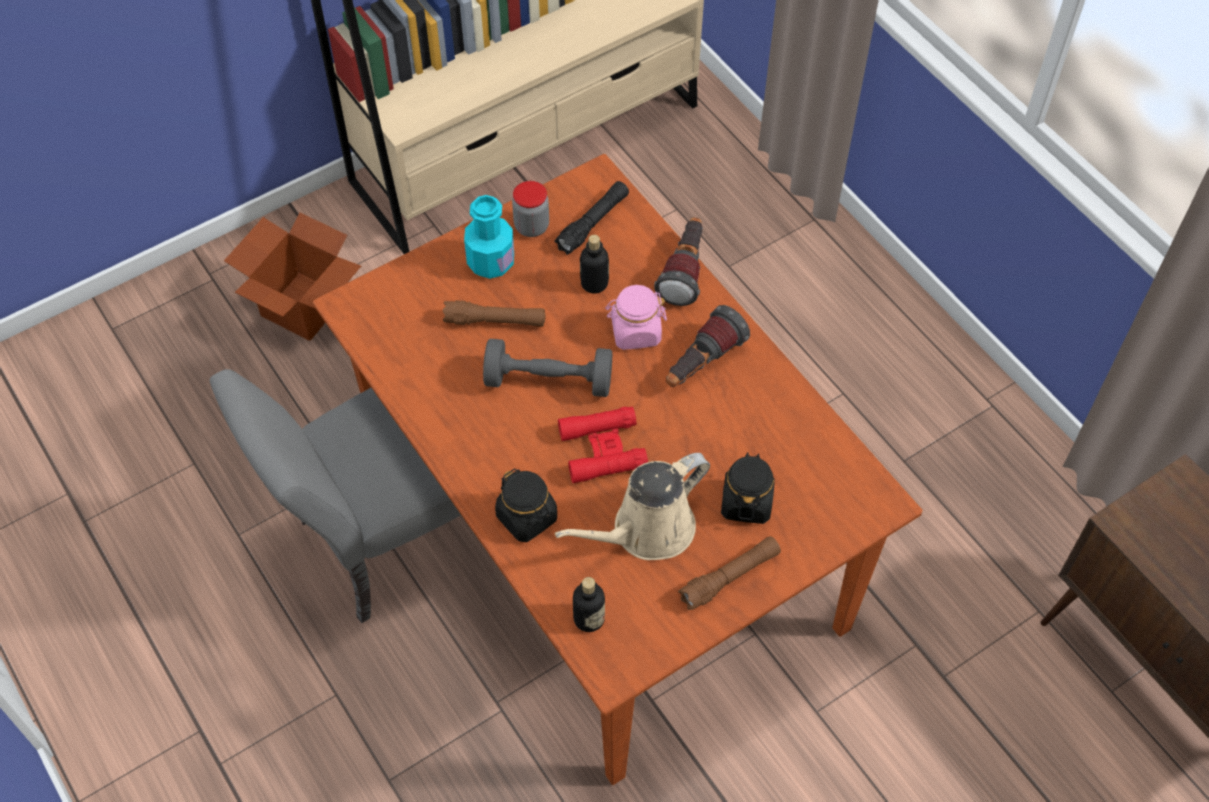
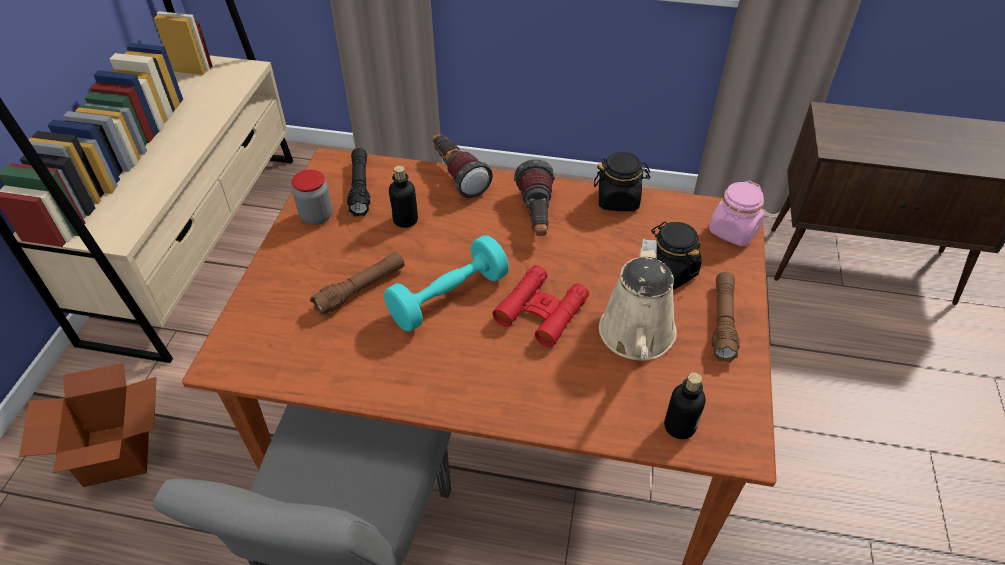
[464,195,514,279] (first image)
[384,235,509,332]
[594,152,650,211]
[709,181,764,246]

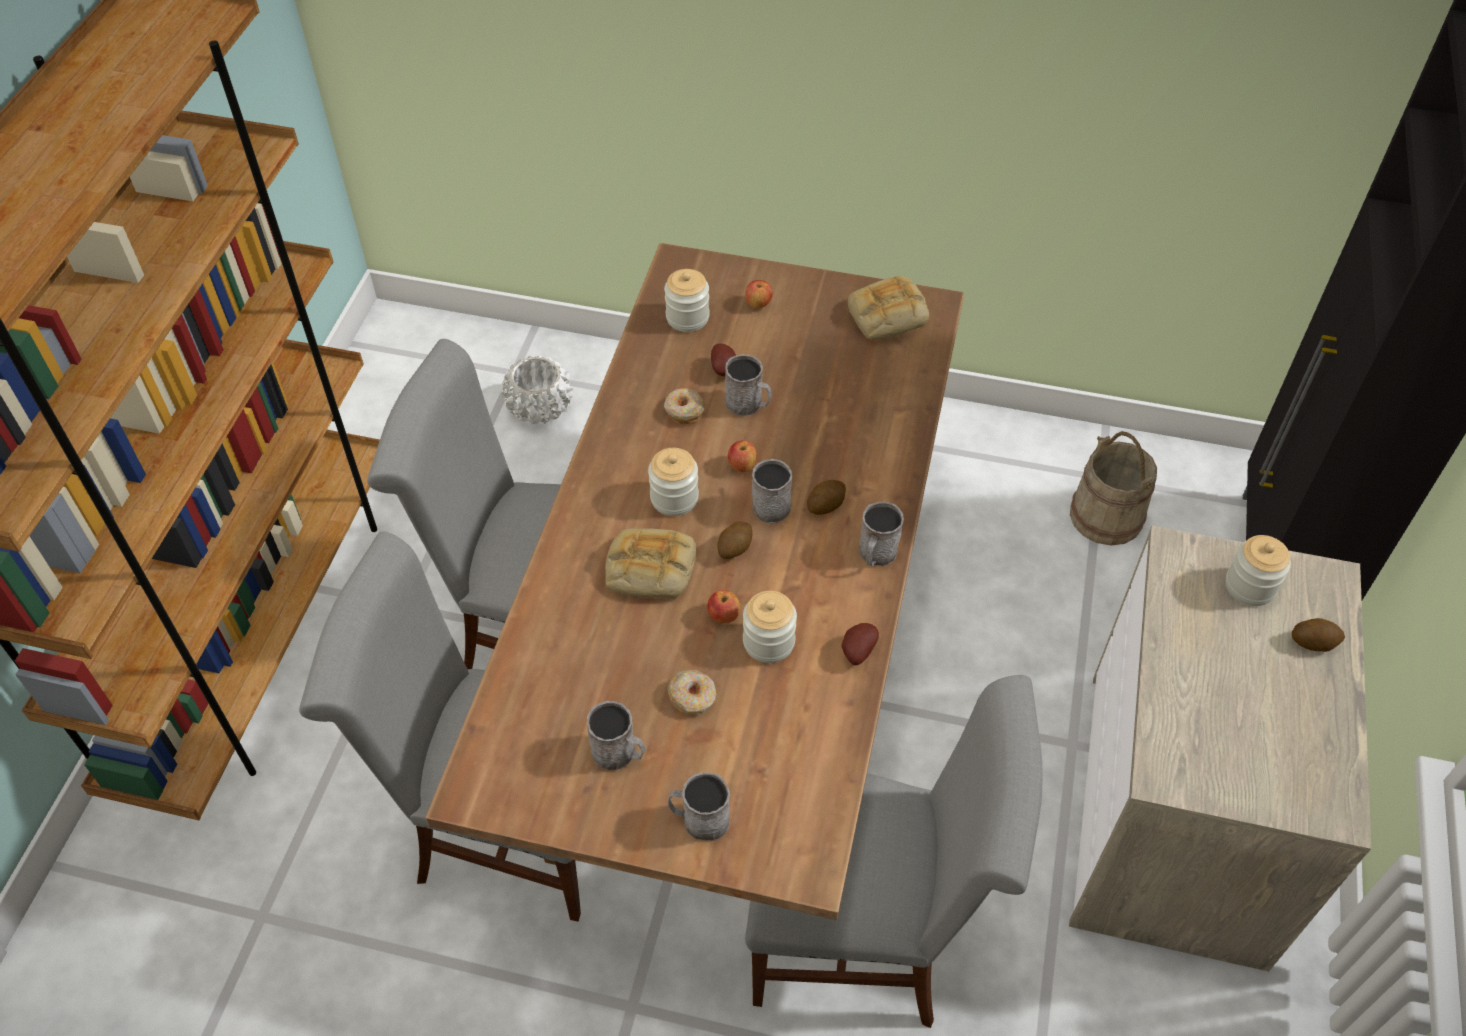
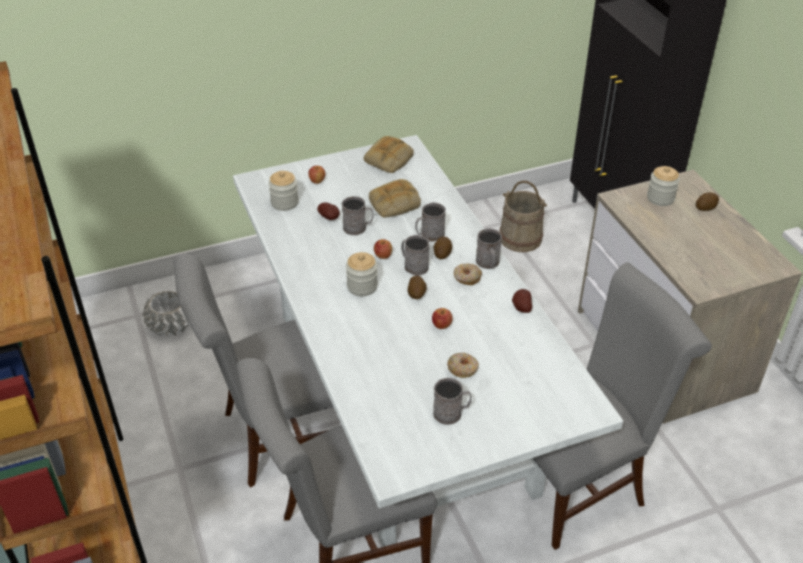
[233,135,623,547]
[369,179,421,218]
[454,264,482,285]
[415,202,446,242]
[743,591,797,663] (first image)

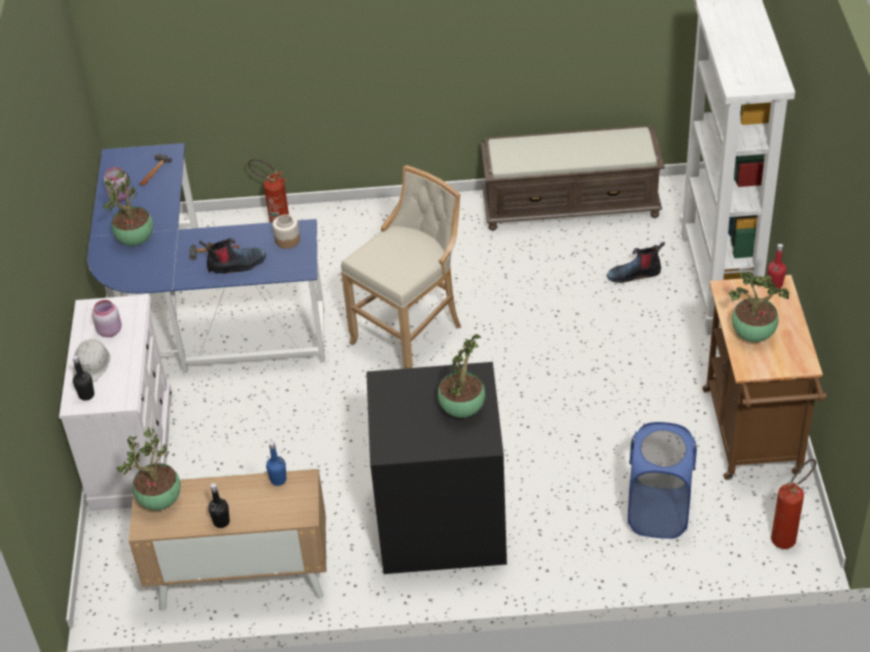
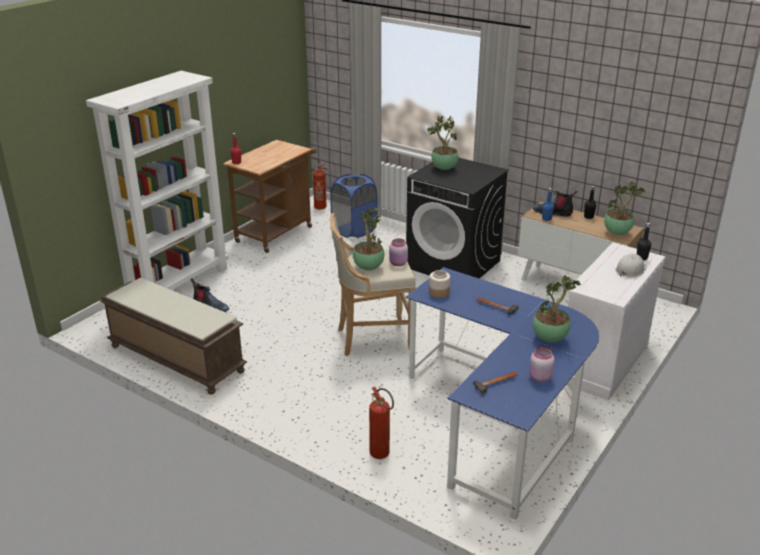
[389,238,408,266]
[533,191,578,217]
[353,208,384,270]

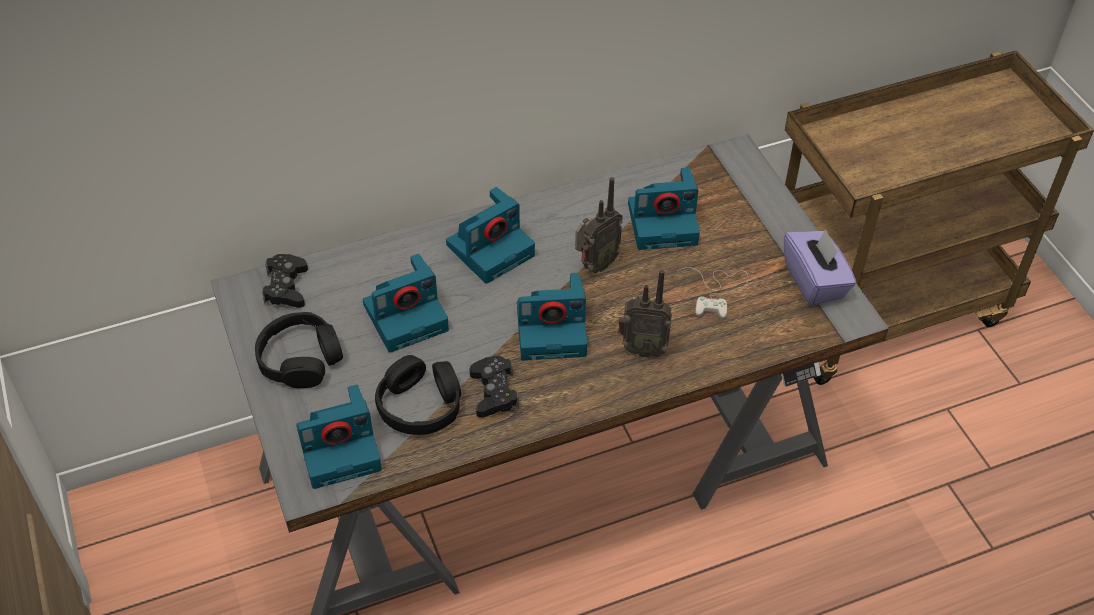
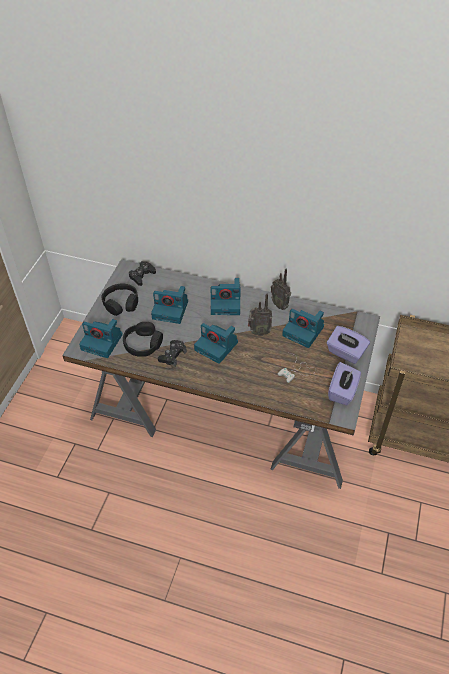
[271,269,291,310]
[327,326,370,364]

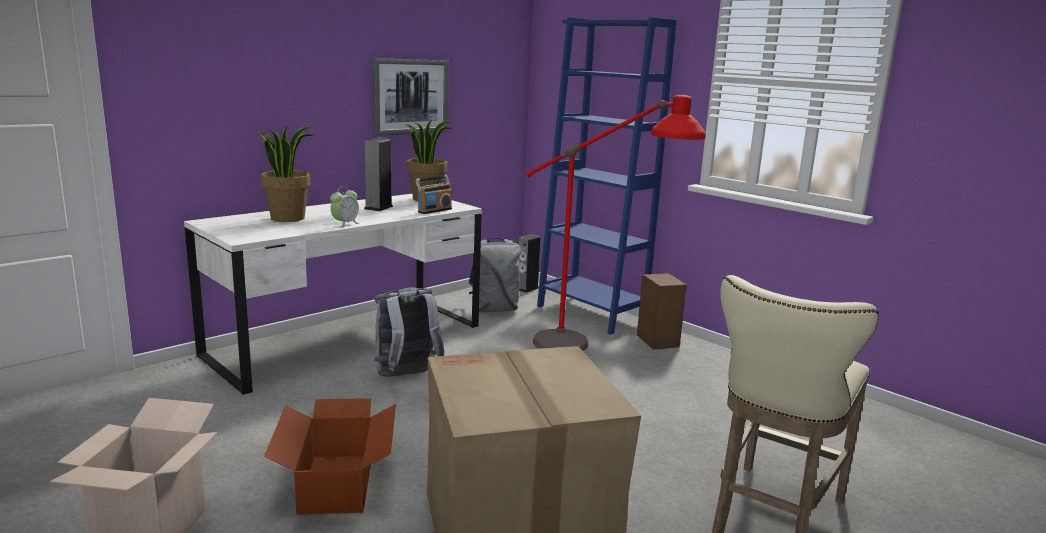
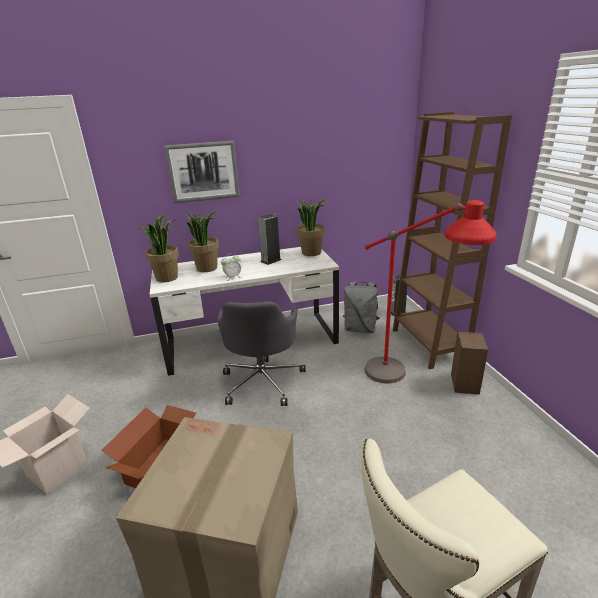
[164,141,240,203]
[217,301,306,406]
[415,175,452,214] (first image)
[393,112,512,369]
[138,214,179,282]

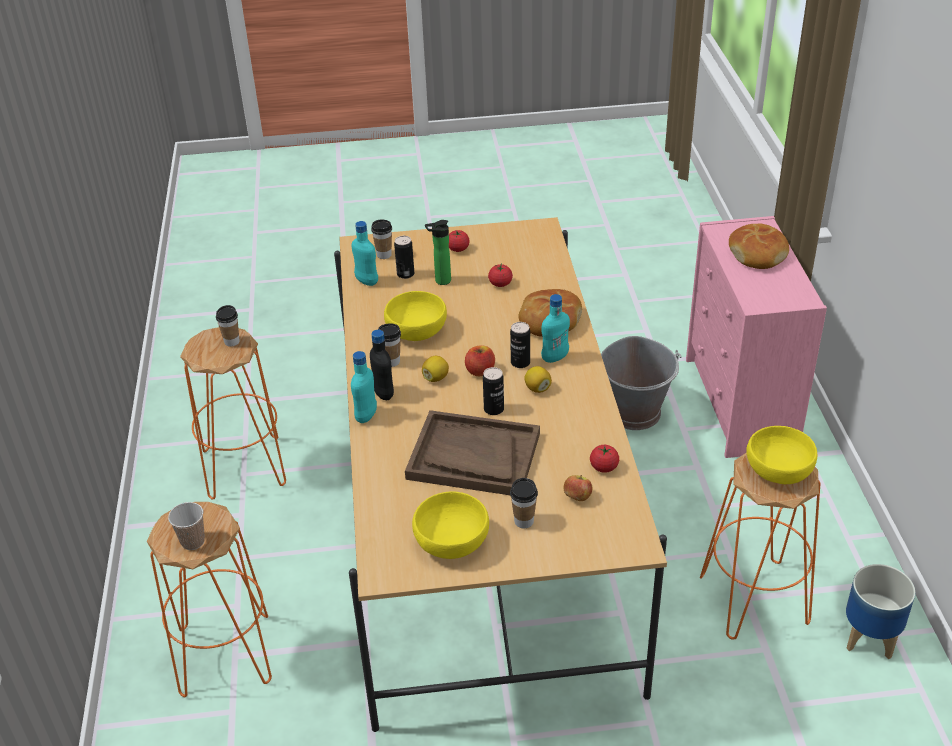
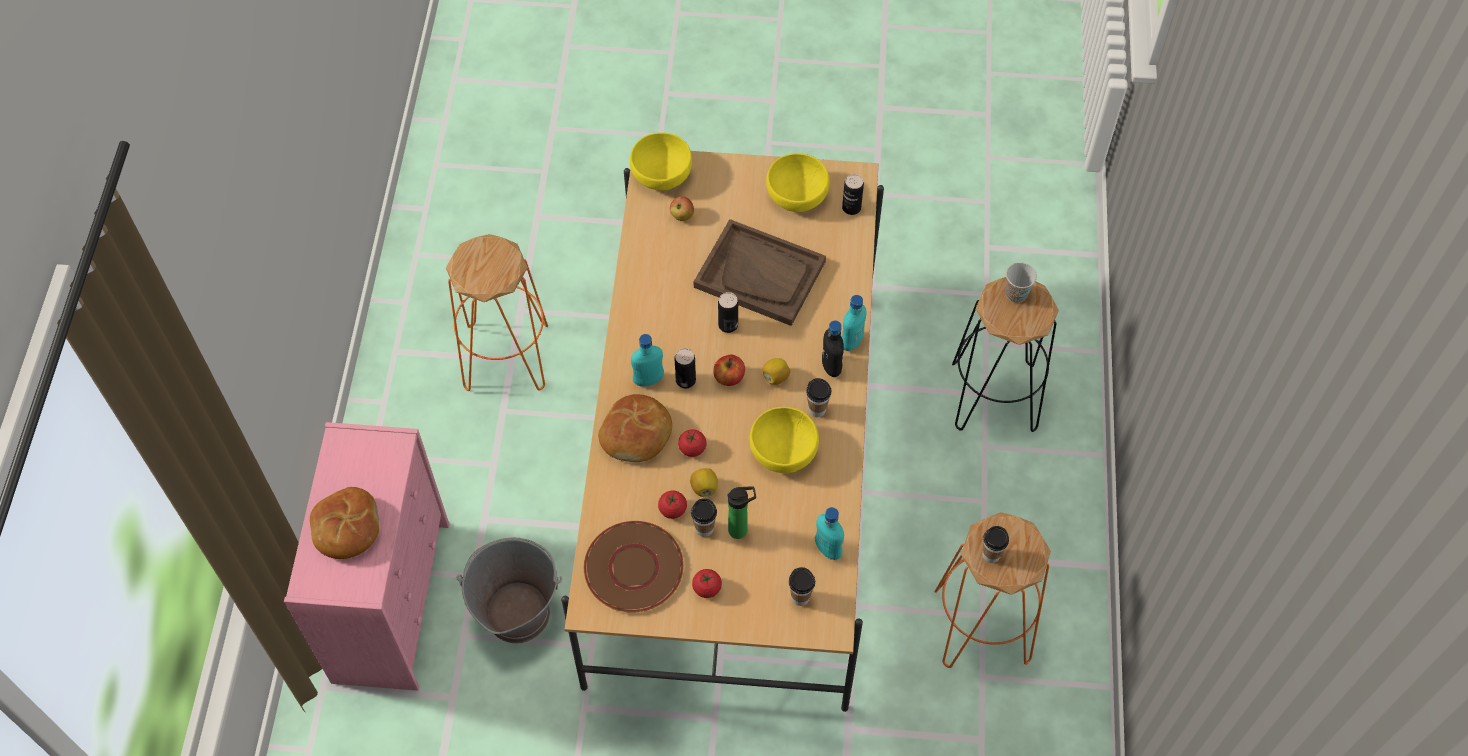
[952,277,1059,432]
[842,174,864,215]
[691,498,717,537]
[690,468,718,498]
[678,429,707,457]
[630,132,692,190]
[846,564,915,659] (first image)
[584,521,684,613]

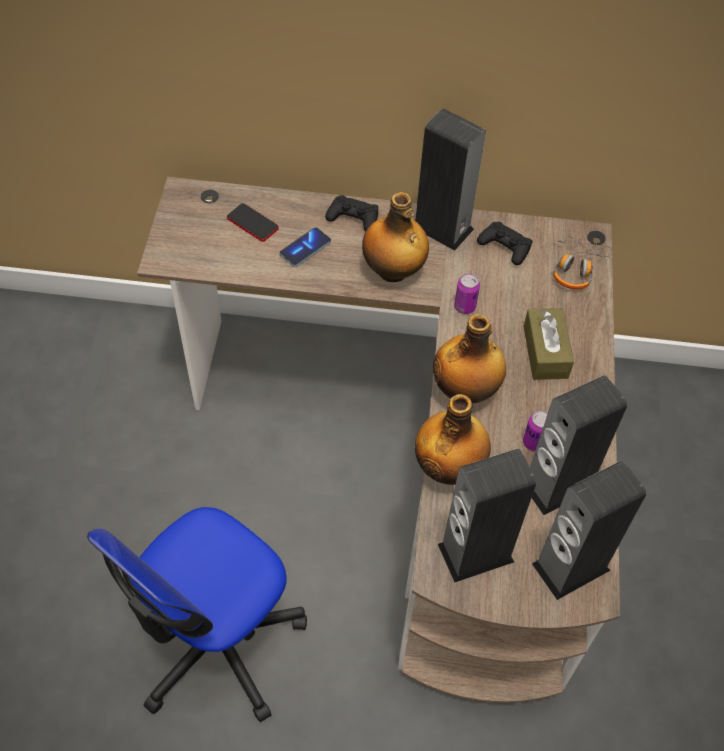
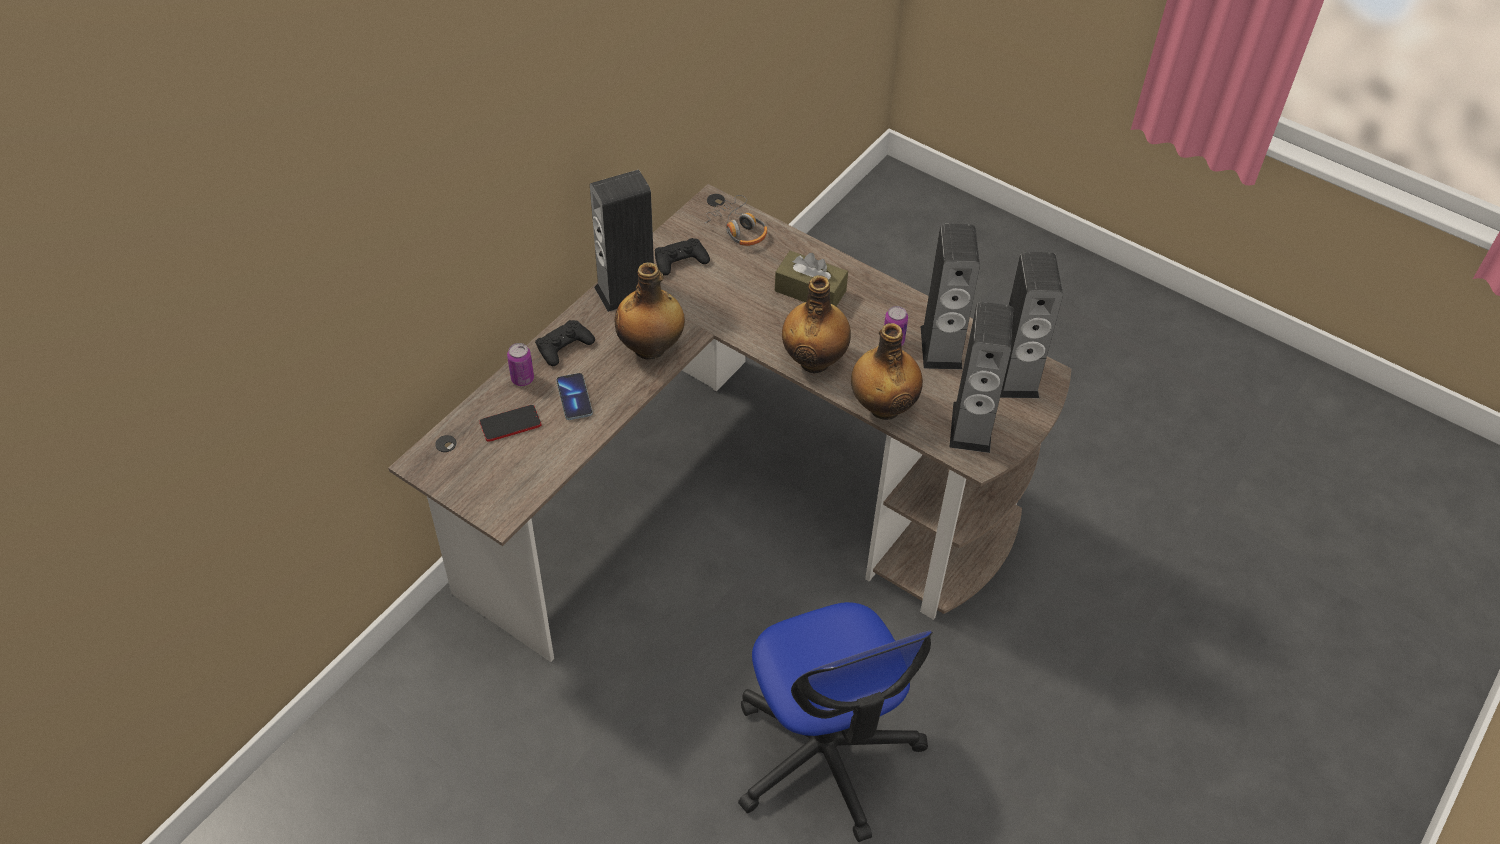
[507,343,534,386]

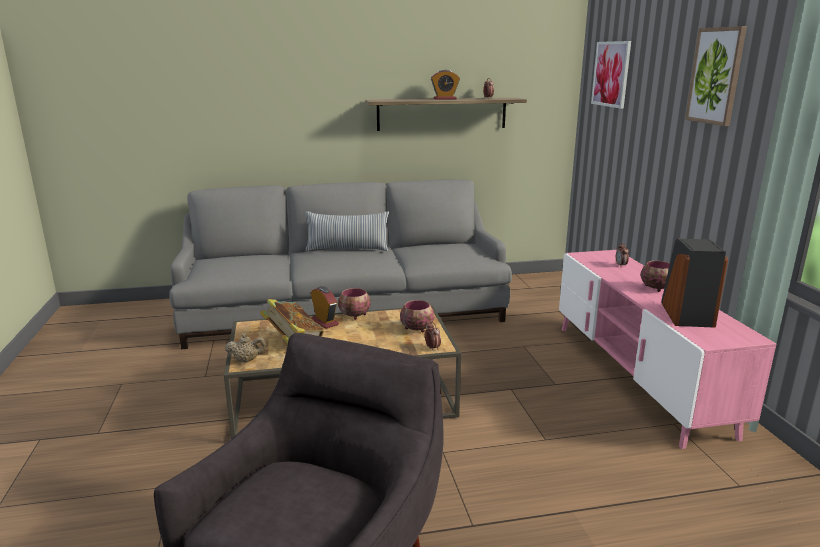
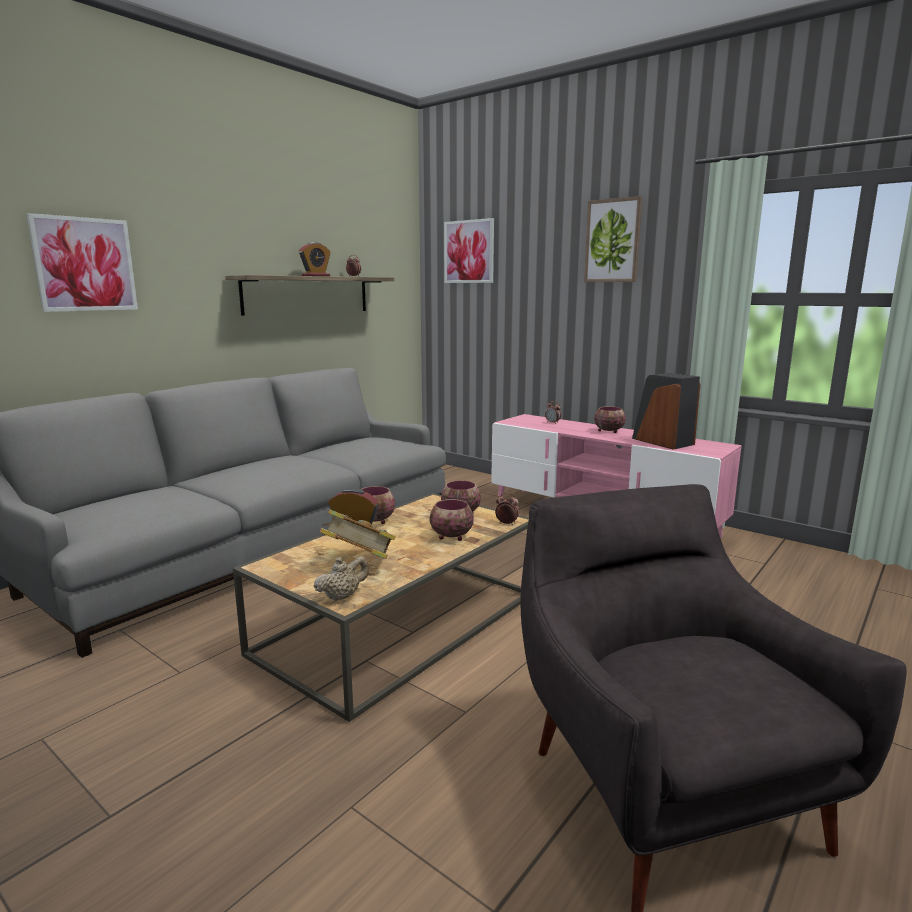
[305,211,389,251] (first image)
[26,213,138,312]
[430,499,474,541]

